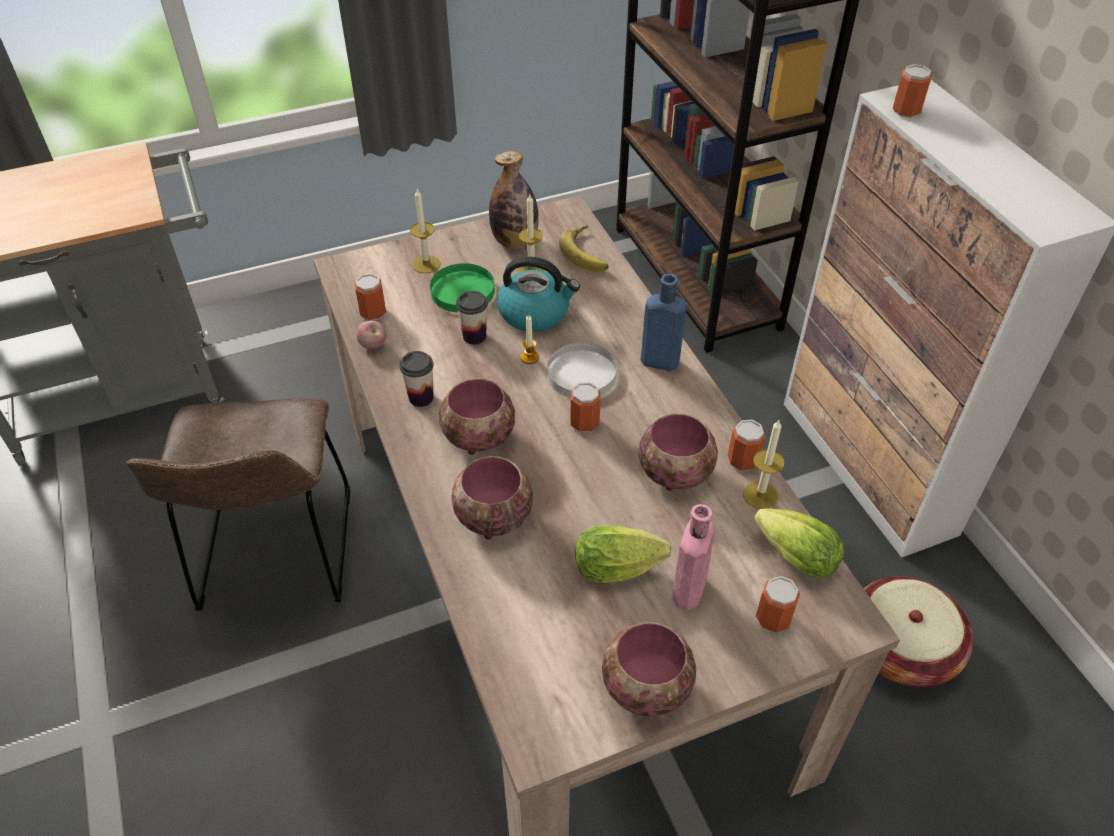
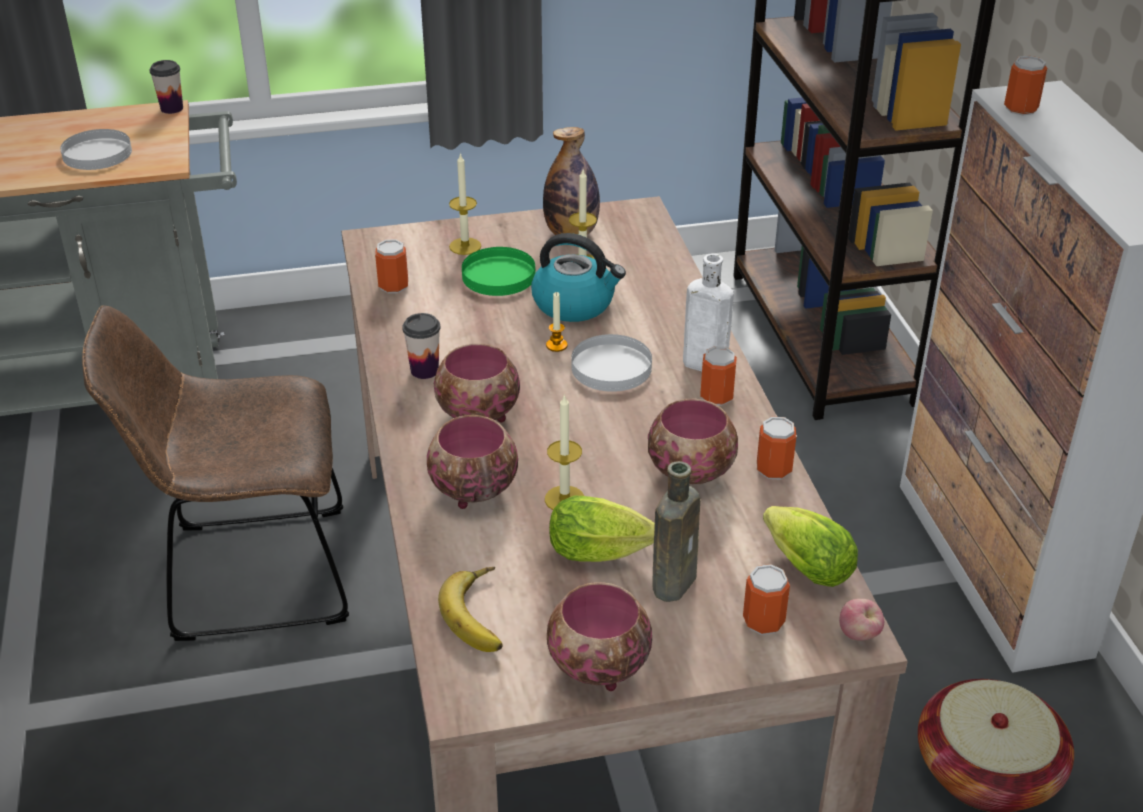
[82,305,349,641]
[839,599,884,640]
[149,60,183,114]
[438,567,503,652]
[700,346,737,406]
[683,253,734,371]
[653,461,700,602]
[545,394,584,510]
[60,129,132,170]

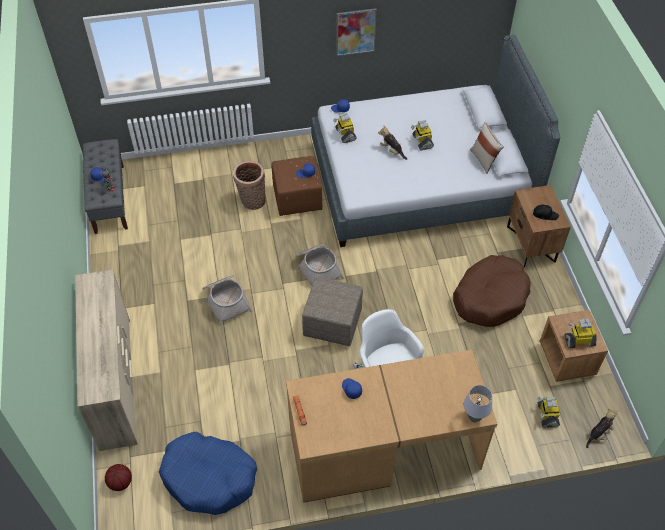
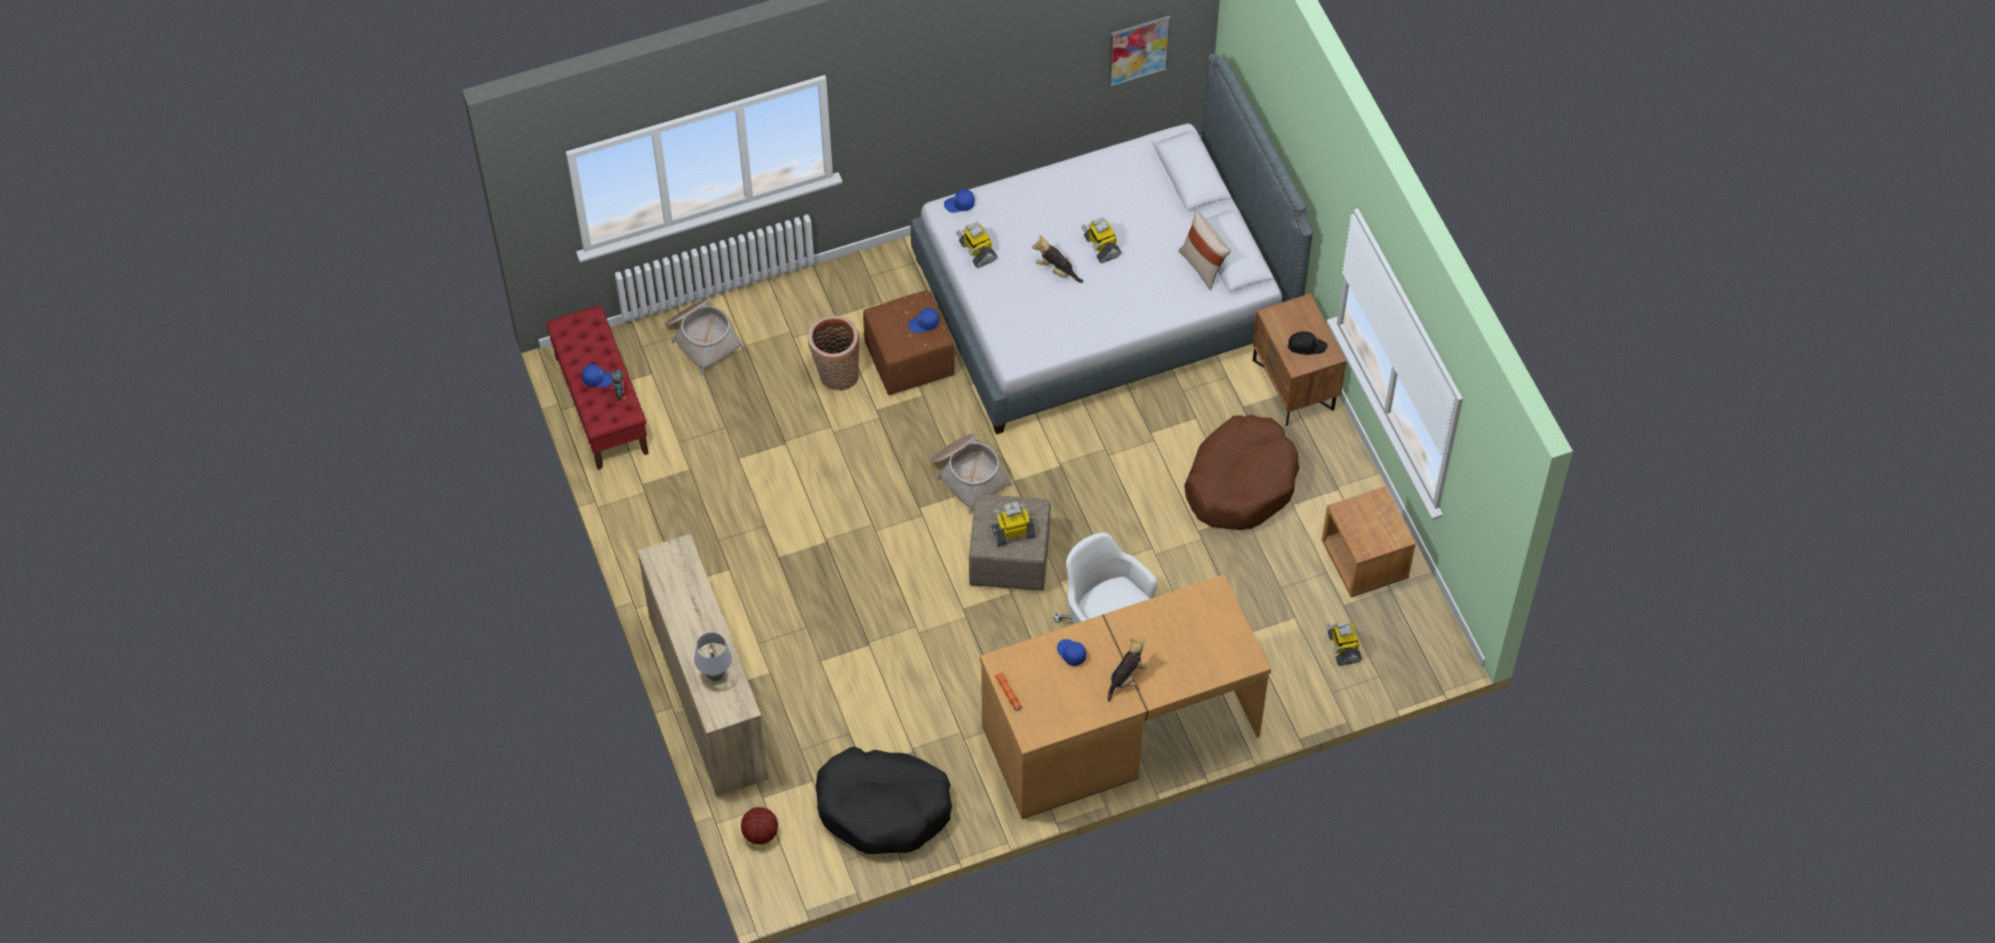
[546,306,649,470]
[816,747,952,854]
[665,298,745,375]
[1108,16,1171,87]
[694,632,732,681]
[992,502,1035,546]
[1108,639,1147,702]

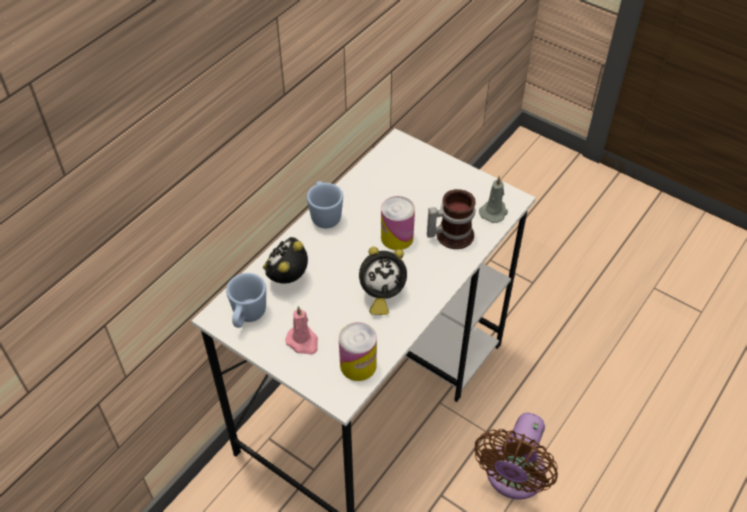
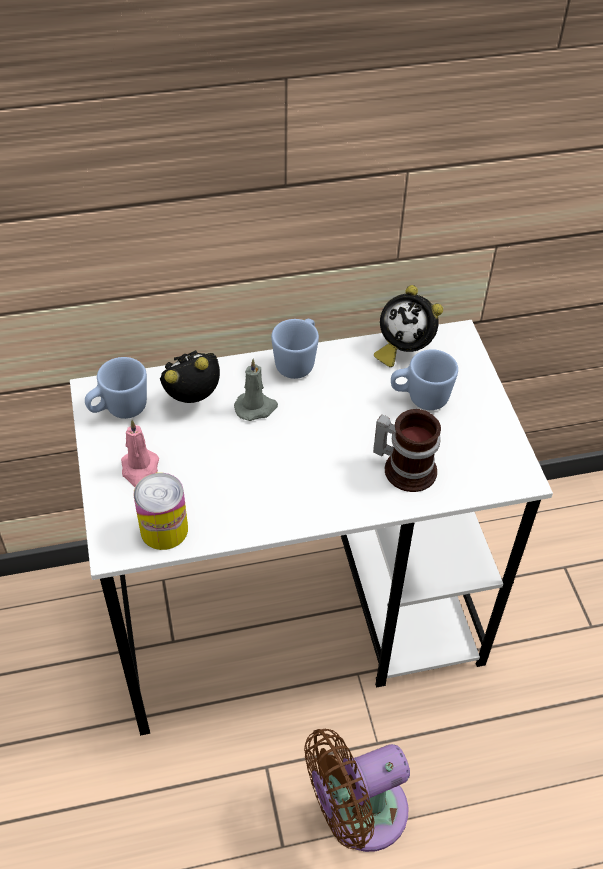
[374,285,443,367]
[381,196,415,250] (first image)
[234,359,278,421]
[391,349,458,410]

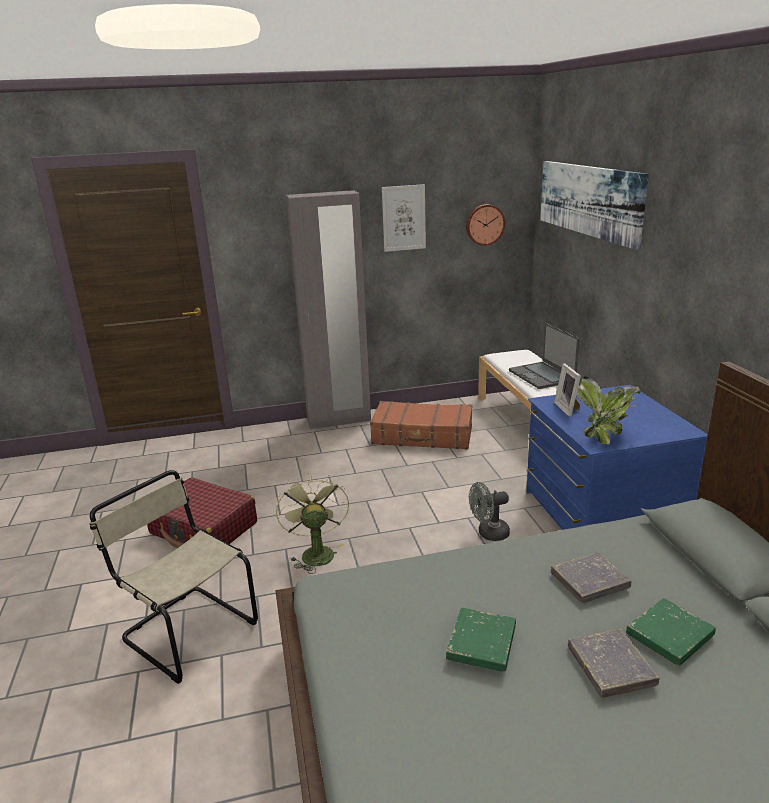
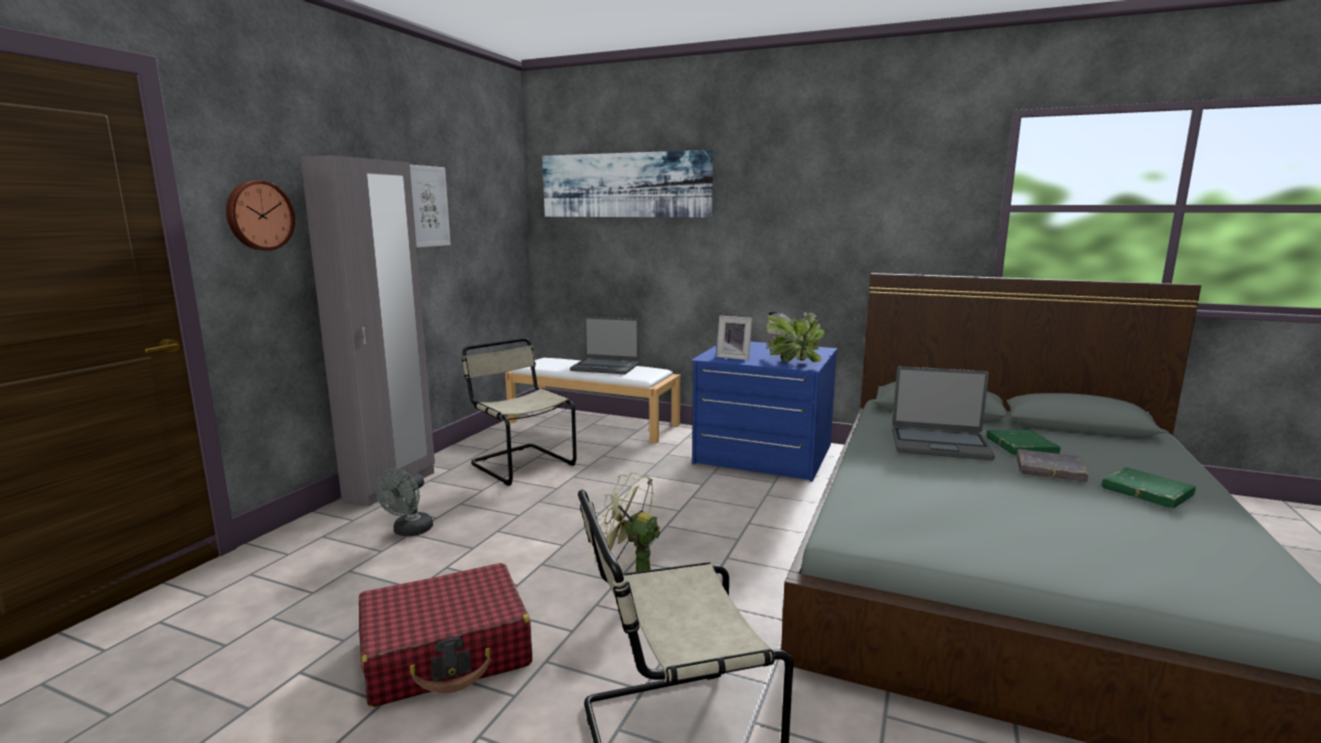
[462,338,577,486]
[1101,467,1196,508]
[226,180,295,251]
[375,469,433,536]
[892,366,995,460]

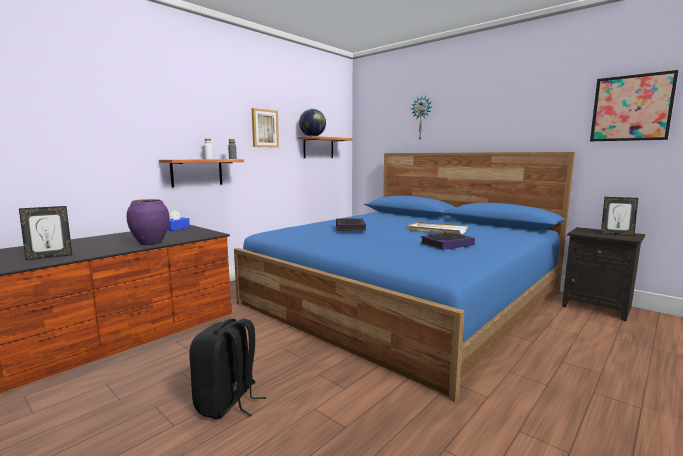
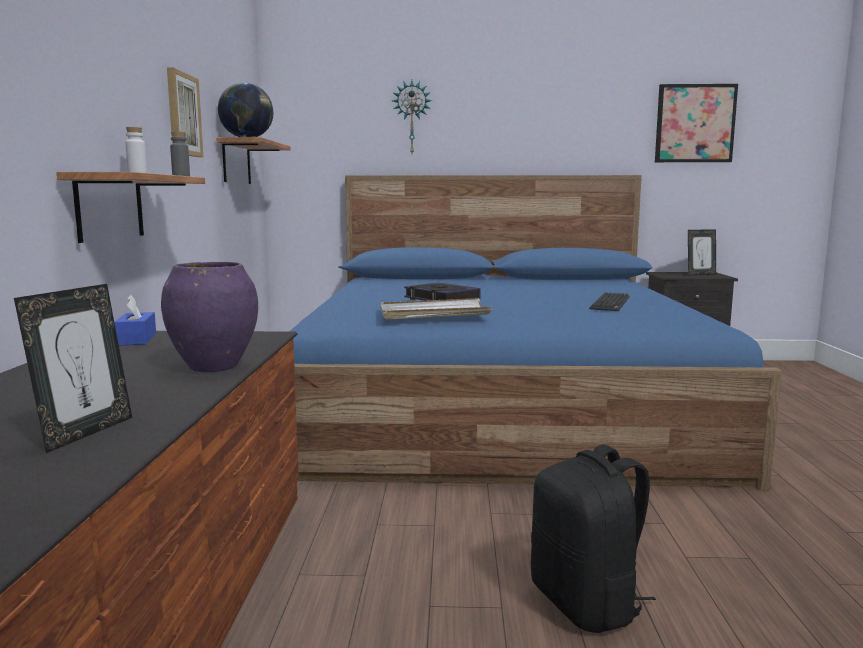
[380,298,492,320]
[589,292,630,311]

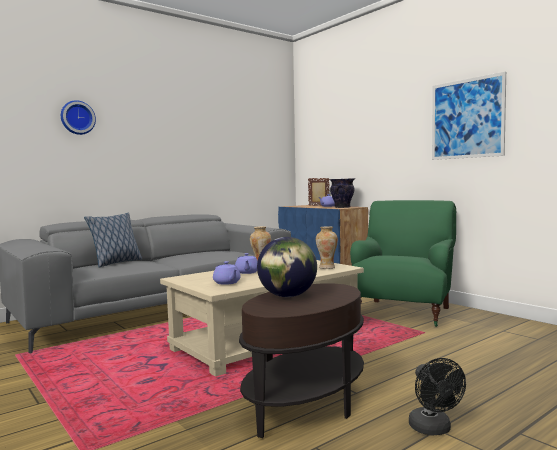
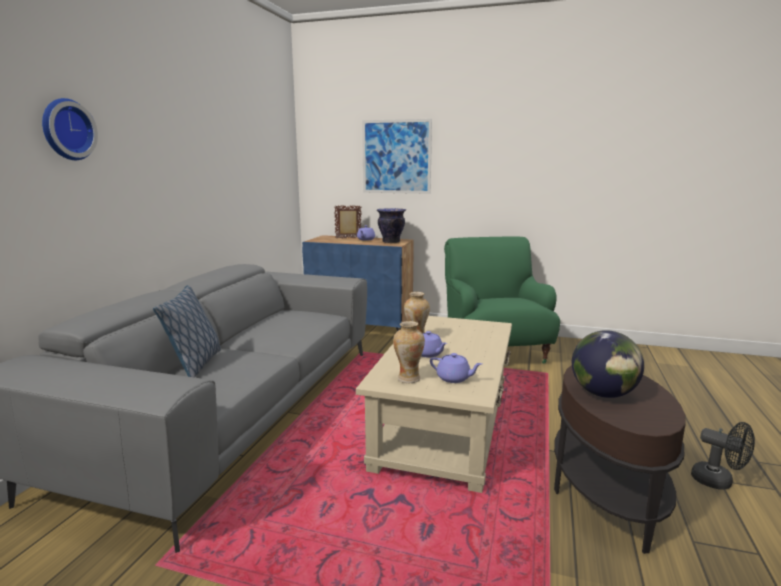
[393,321,425,383]
[362,119,432,194]

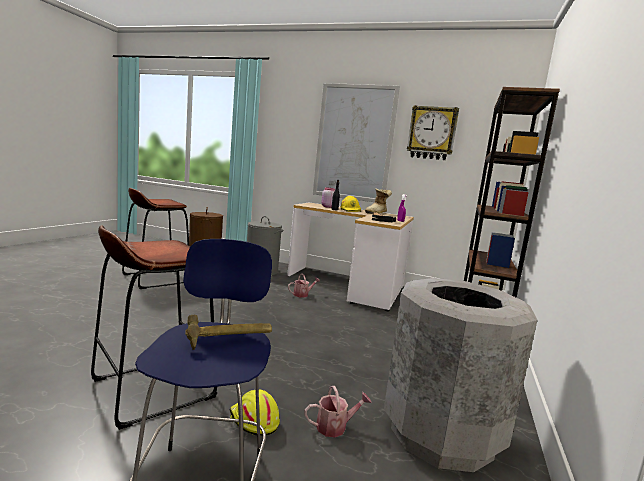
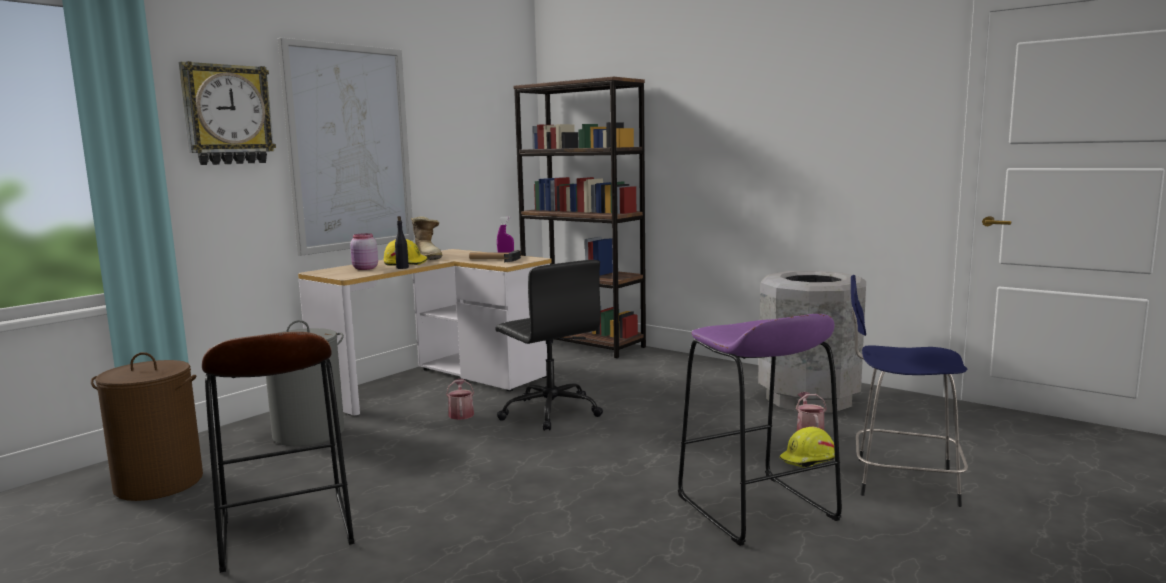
[678,314,842,546]
[185,315,272,350] (first image)
[179,61,276,165]
[495,260,603,431]

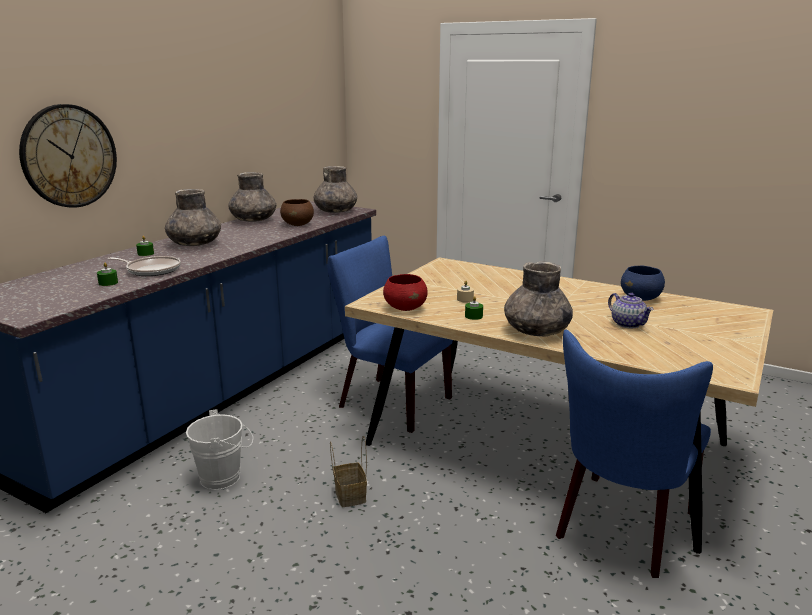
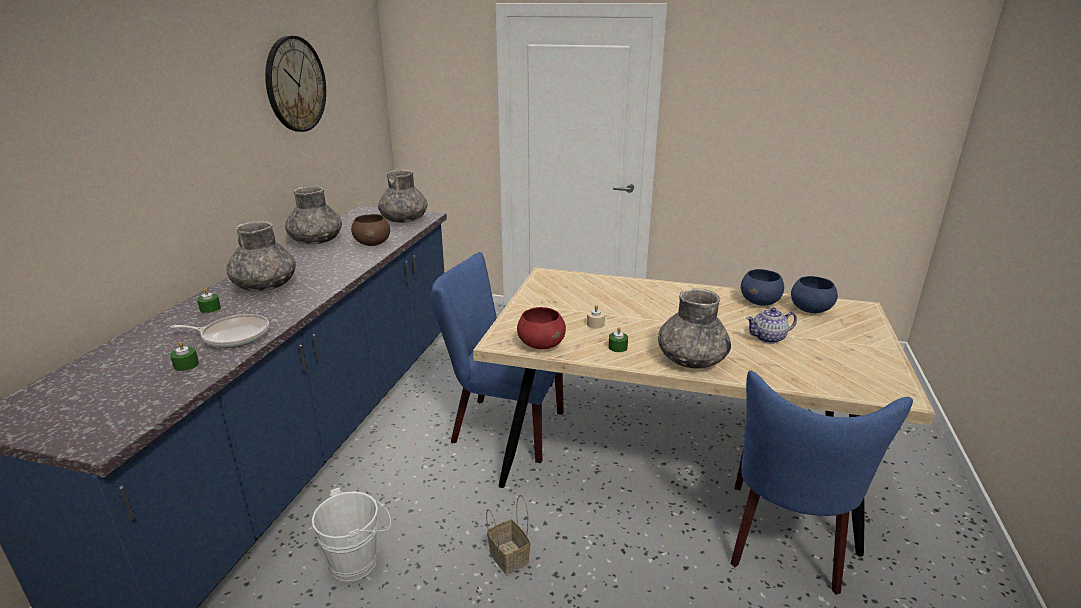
[265,36,326,132]
[746,307,797,344]
[791,276,838,313]

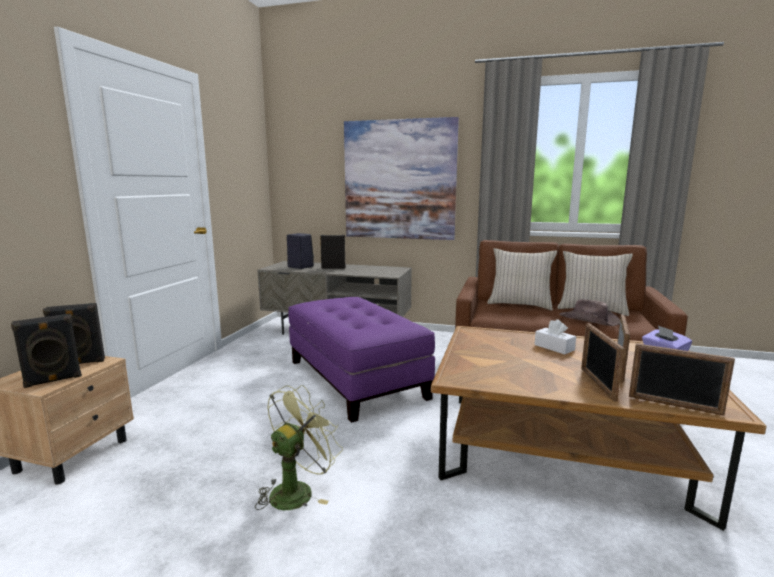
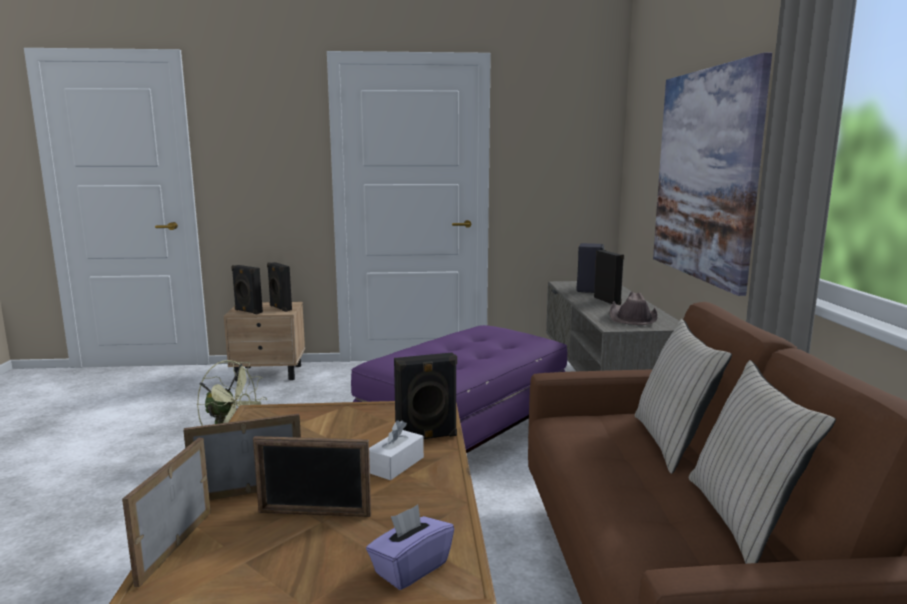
[609,292,658,325]
[394,353,457,439]

